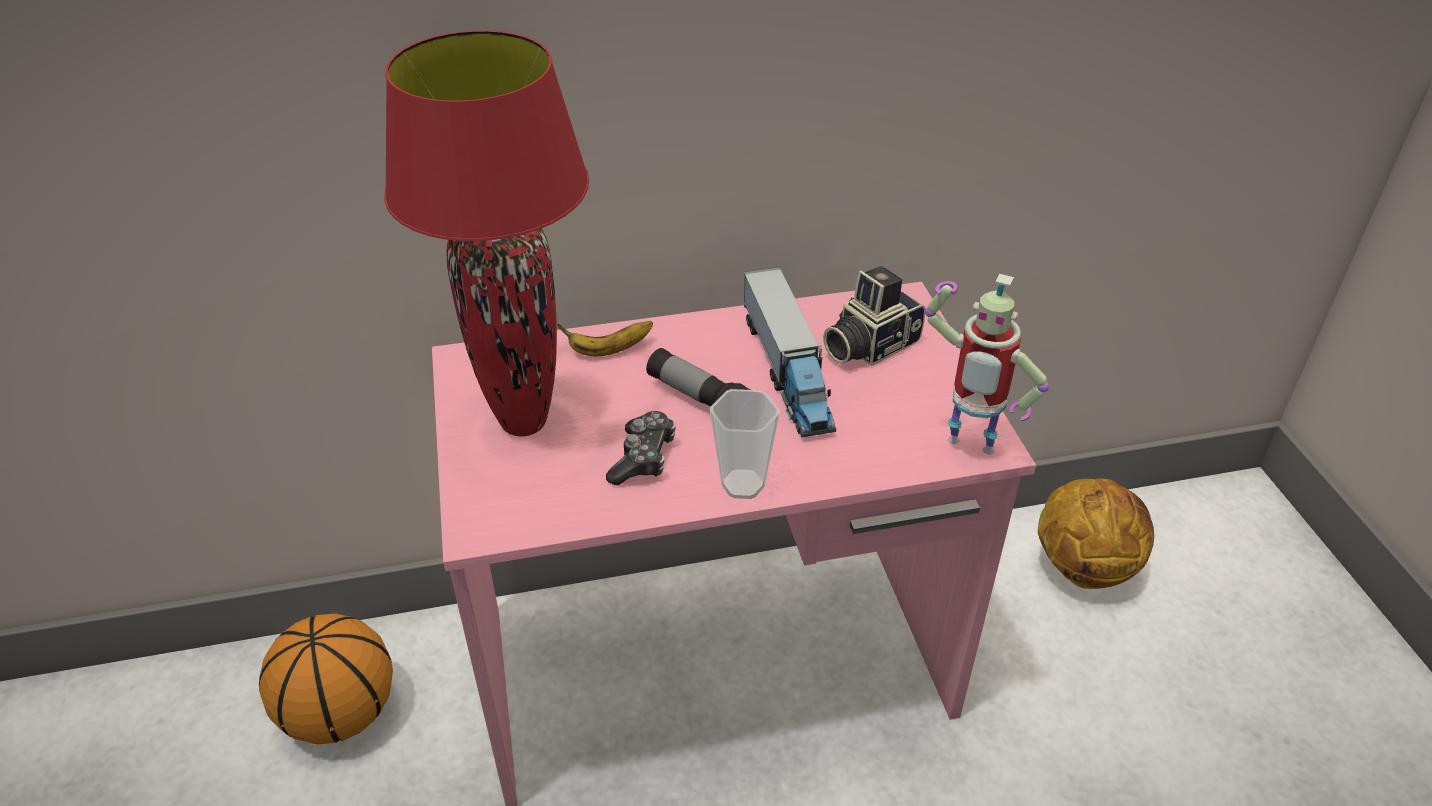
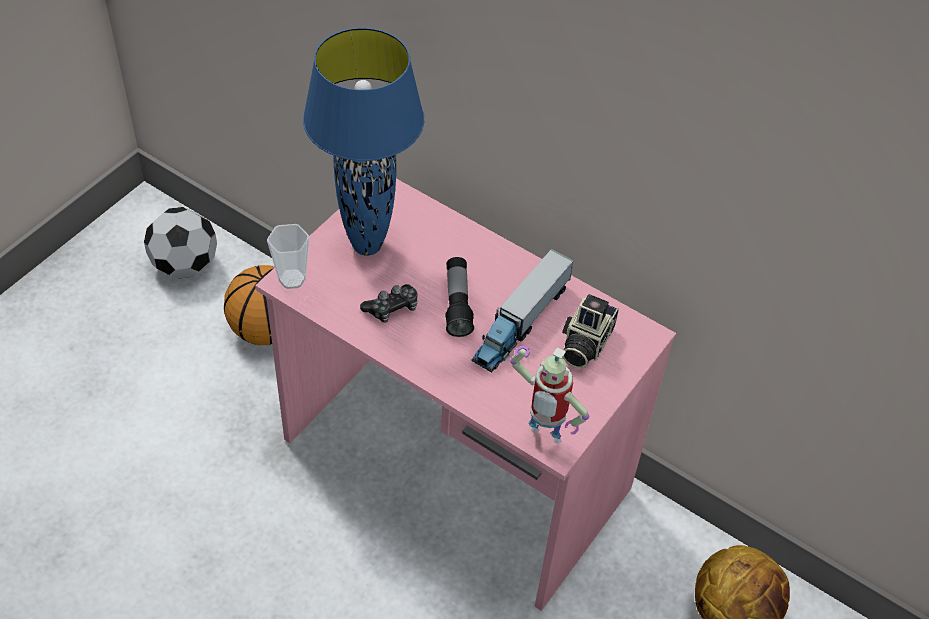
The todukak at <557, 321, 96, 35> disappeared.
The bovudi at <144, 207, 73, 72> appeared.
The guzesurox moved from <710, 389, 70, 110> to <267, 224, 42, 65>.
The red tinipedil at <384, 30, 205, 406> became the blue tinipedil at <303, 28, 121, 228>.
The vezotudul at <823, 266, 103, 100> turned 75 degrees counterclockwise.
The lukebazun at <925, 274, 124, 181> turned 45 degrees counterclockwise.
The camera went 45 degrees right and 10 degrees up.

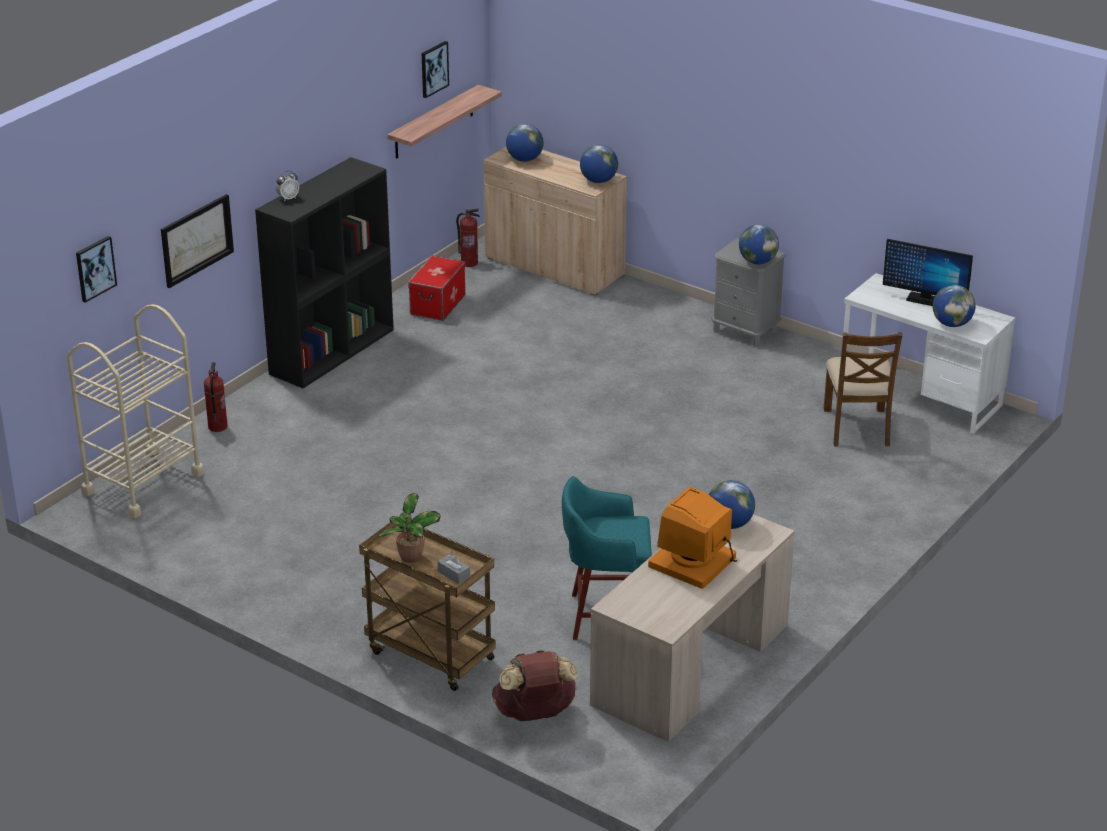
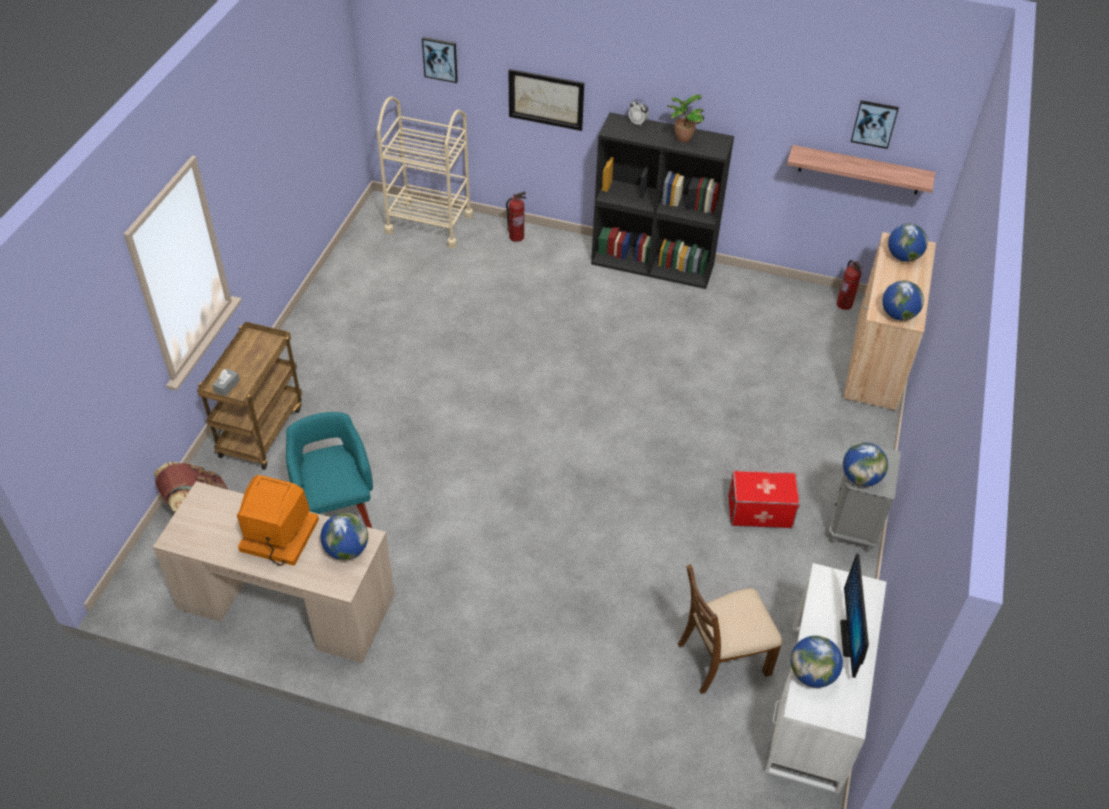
The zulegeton moved from <378, 493, 63, 70> to <667, 95, 37, 48>.
The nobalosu moved from <408, 256, 57, 65> to <728, 470, 72, 58>.
The camera went 70 degrees right and 15 degrees up.

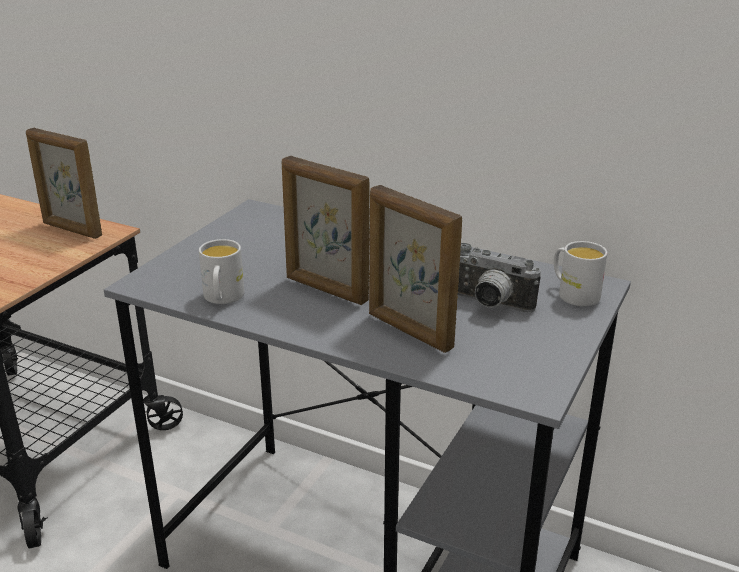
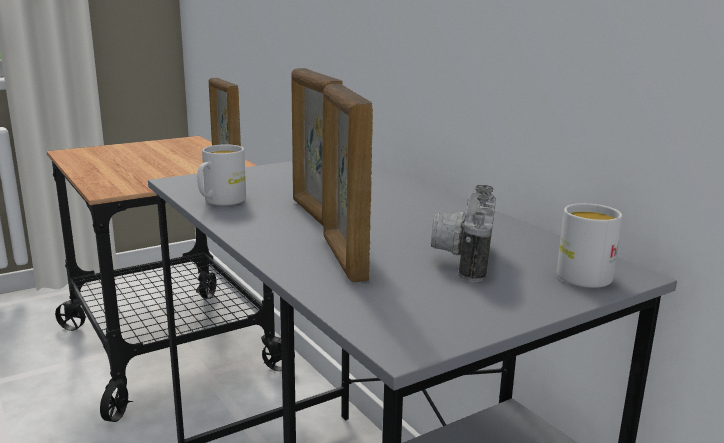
The vezotudul at <458, 243, 83, 69> turned 45 degrees clockwise.
The camera went 30 degrees right and 10 degrees down.

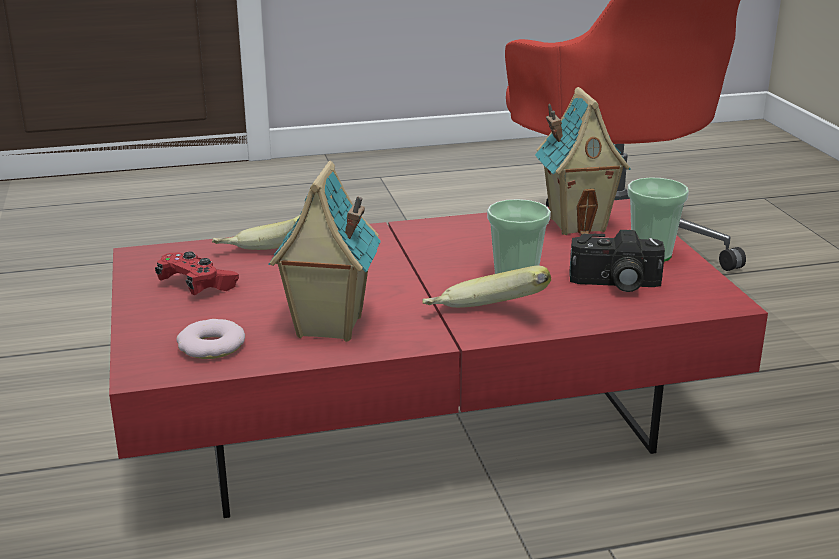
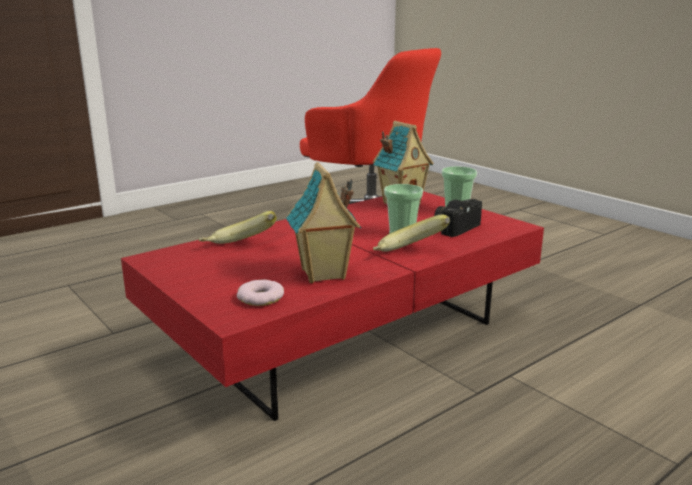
The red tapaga at <155, 252, 84, 43> disappeared.
The vezotudul at <569, 230, 96, 62> turned 150 degrees clockwise.
The camera went 25 degrees left and 5 degrees down.

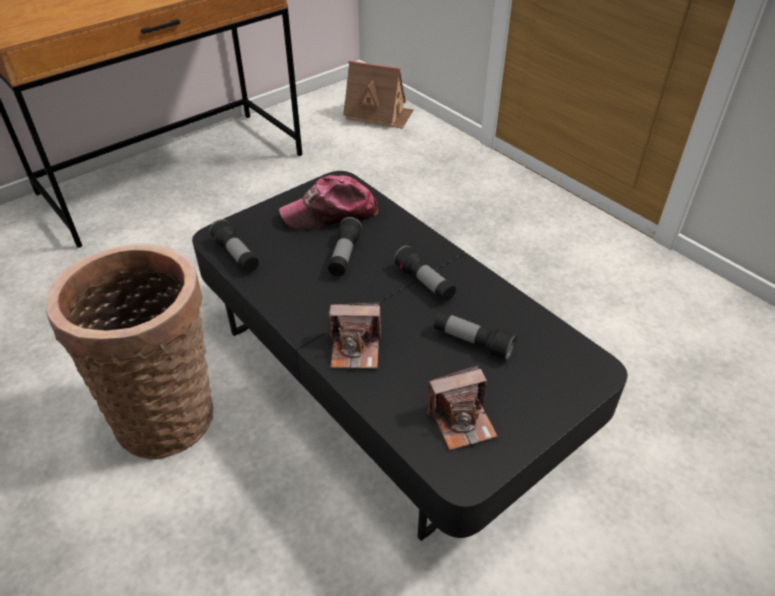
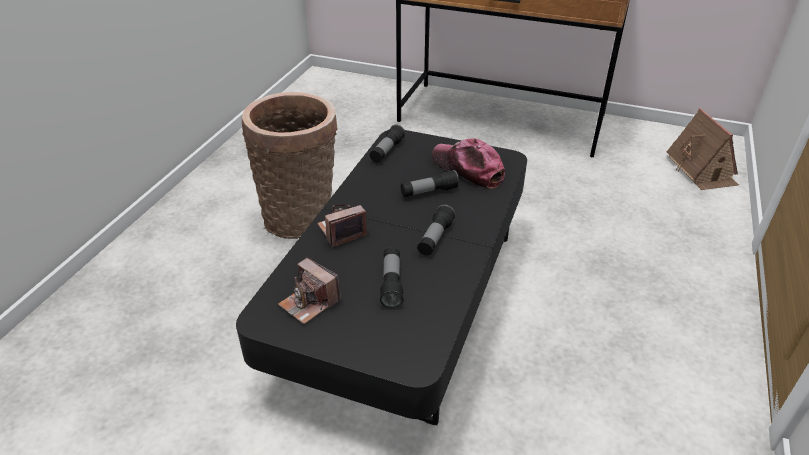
The vezotudul at <328, 303, 53, 66> turned 90 degrees clockwise.
The camera went 60 degrees right and 5 degrees down.

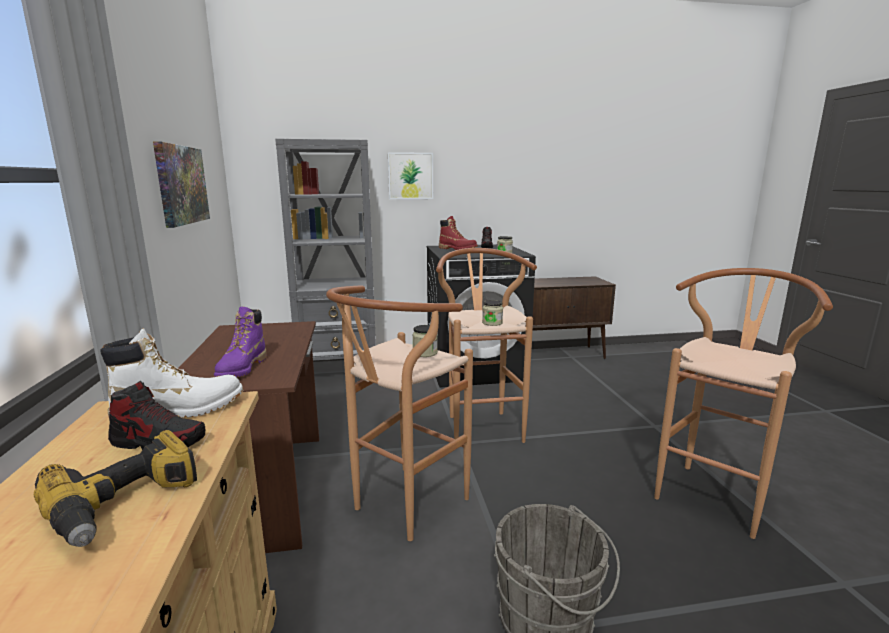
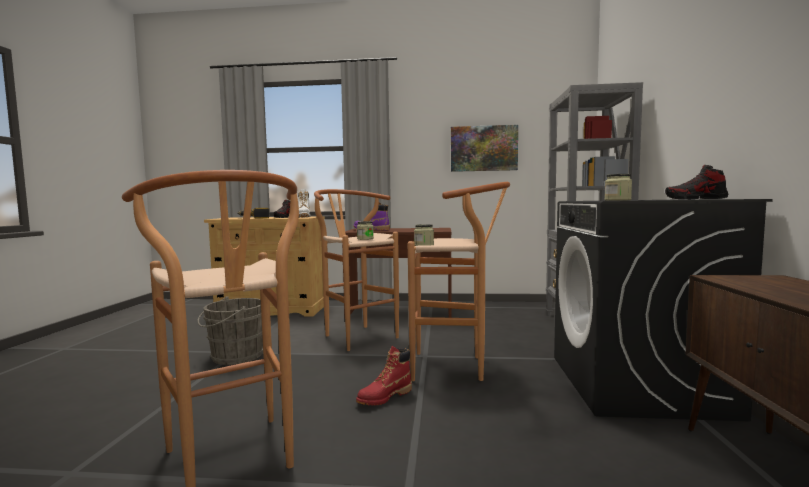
The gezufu at <388, 152, 45, 47> disappeared.
The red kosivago moved from <439, 216, 39, 34> to <356, 346, 56, 60>.
The camera went 105 degrees right and 10 degrees down.

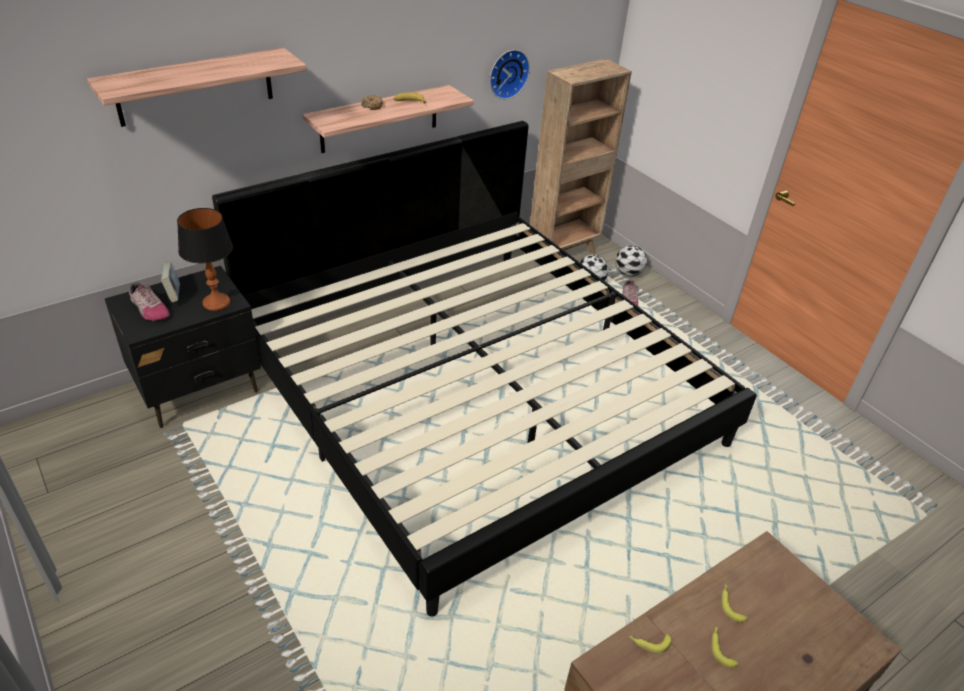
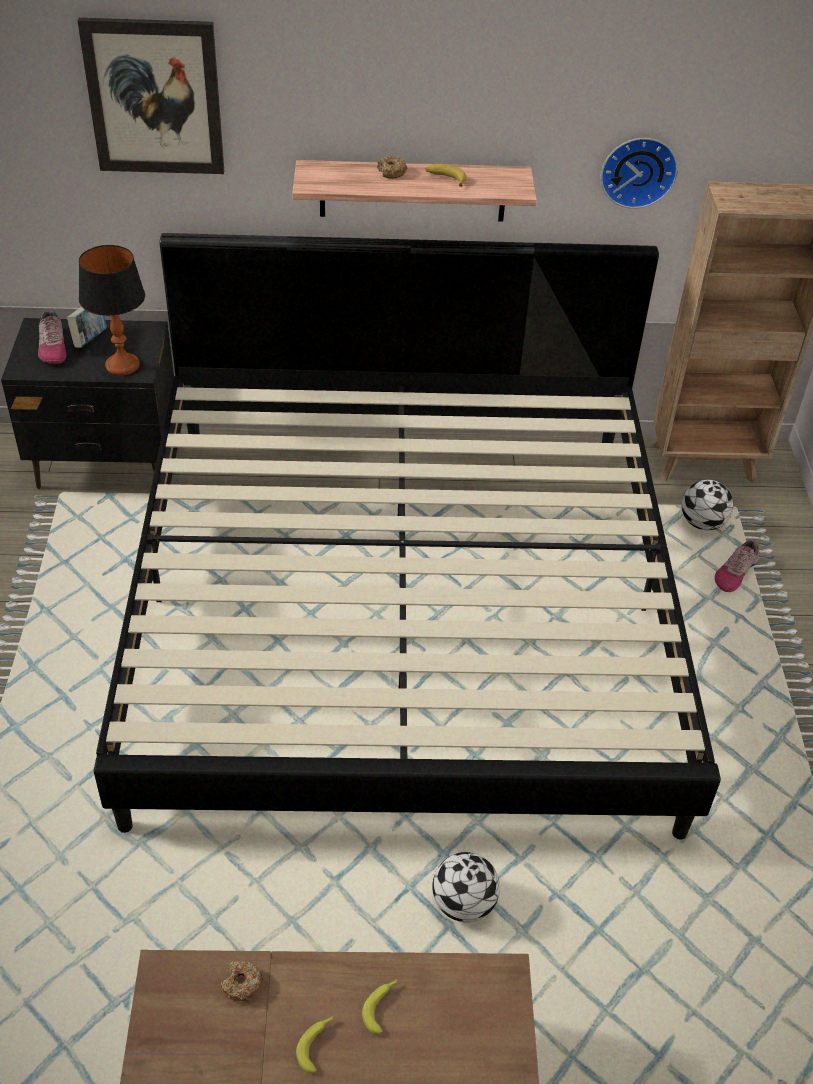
The bovudi moved from <616, 245, 31, 31> to <432, 852, 68, 70>.
The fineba at <87, 48, 219, 79> was replaced by the gezufu at <77, 18, 147, 156>.
The todukak at <629, 634, 42, 19> was replaced by the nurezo at <220, 960, 44, 42>.
The camera went 35 degrees right and 5 degrees up.

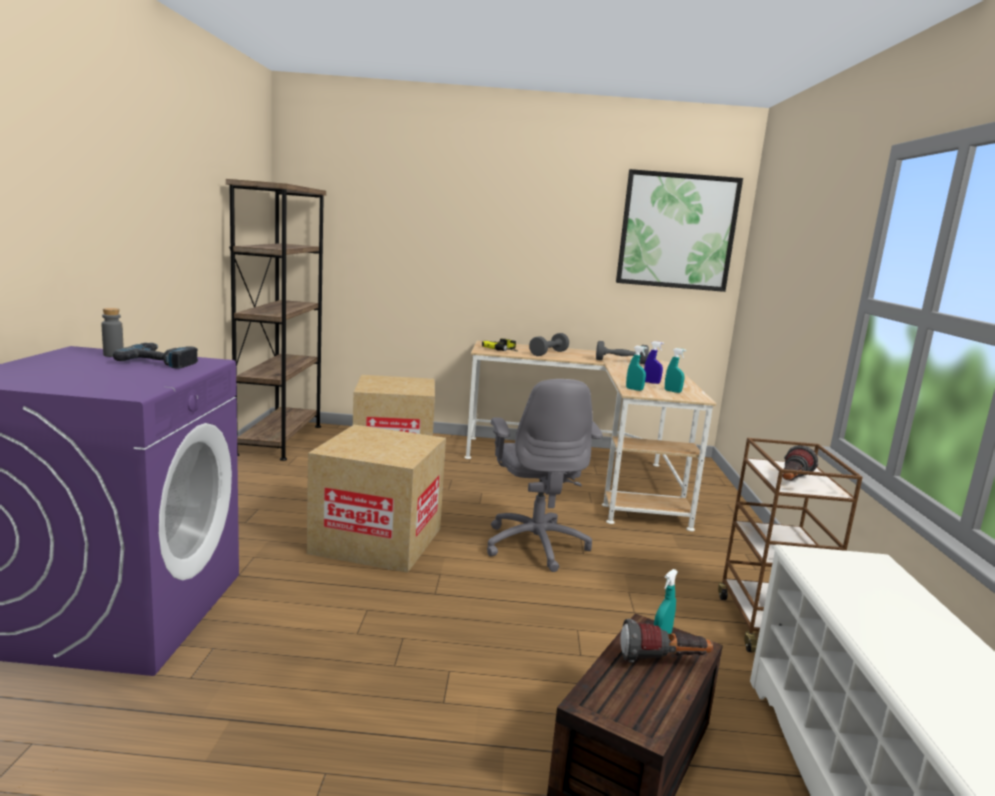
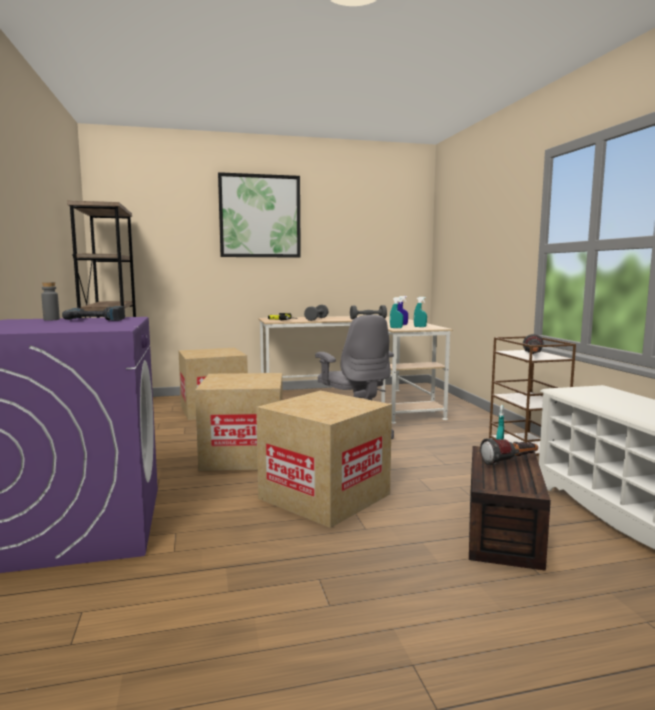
The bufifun at <256, 391, 136, 137> appeared.
The gezufu moved from <616, 169, 127, 123> to <218, 172, 83, 86>.
The camera went 15 degrees left and 5 degrees down.

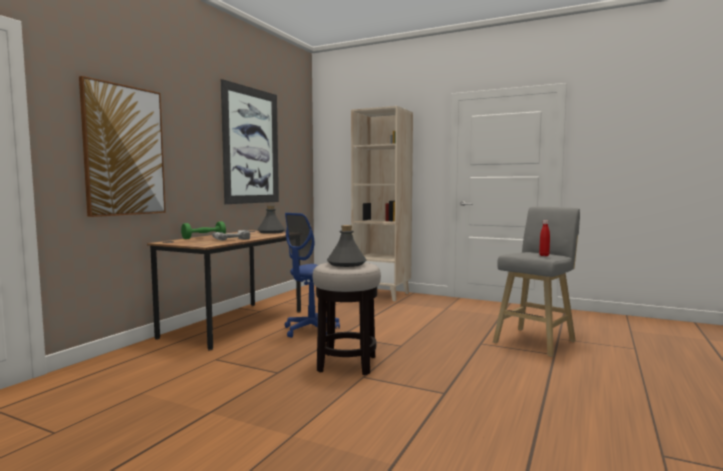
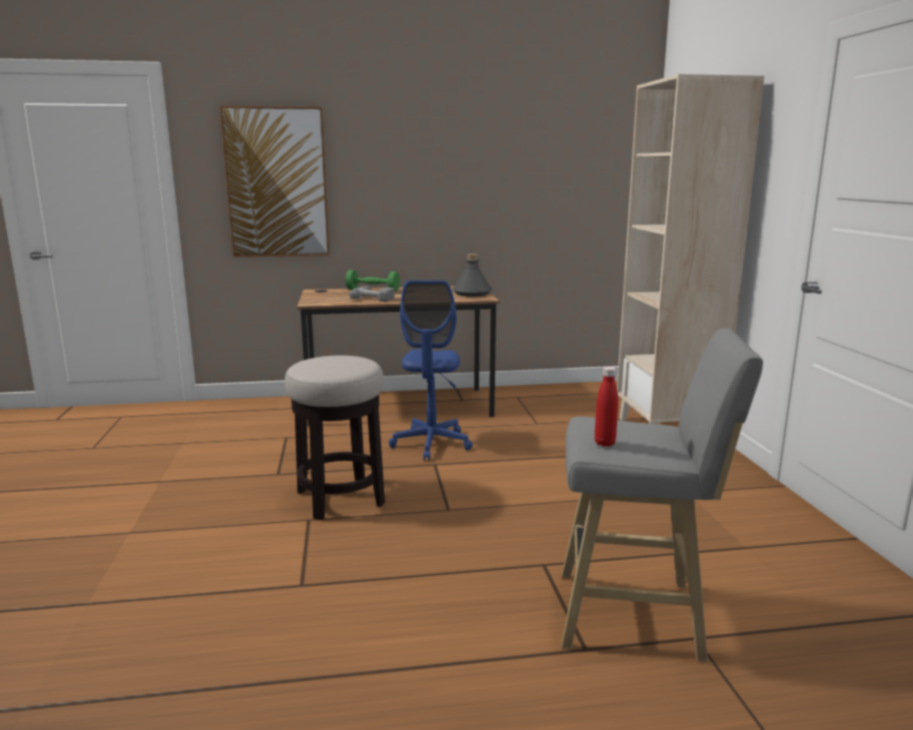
The gezufu at <221, 79, 58, 125> disappeared.
The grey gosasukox at <327, 225, 39, 42> disappeared.
The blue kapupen at <285, 213, 55, 125> turned 90 degrees counterclockwise.
The camera went 55 degrees right and 10 degrees up.

